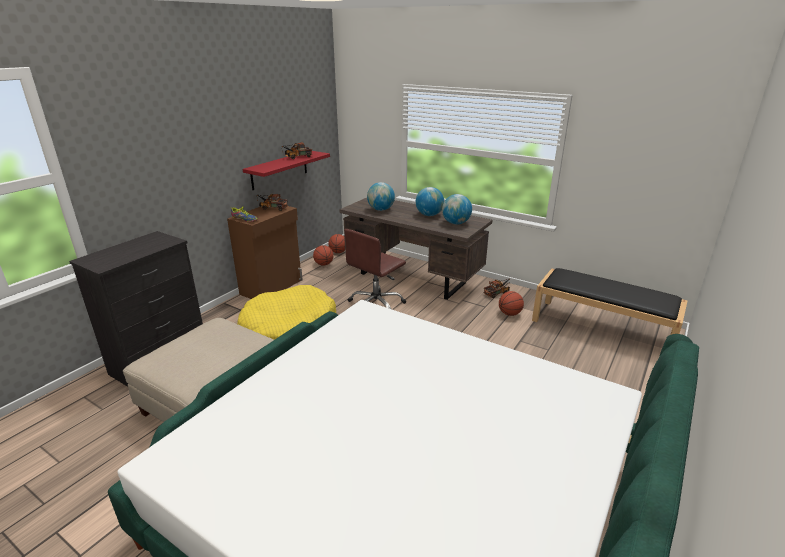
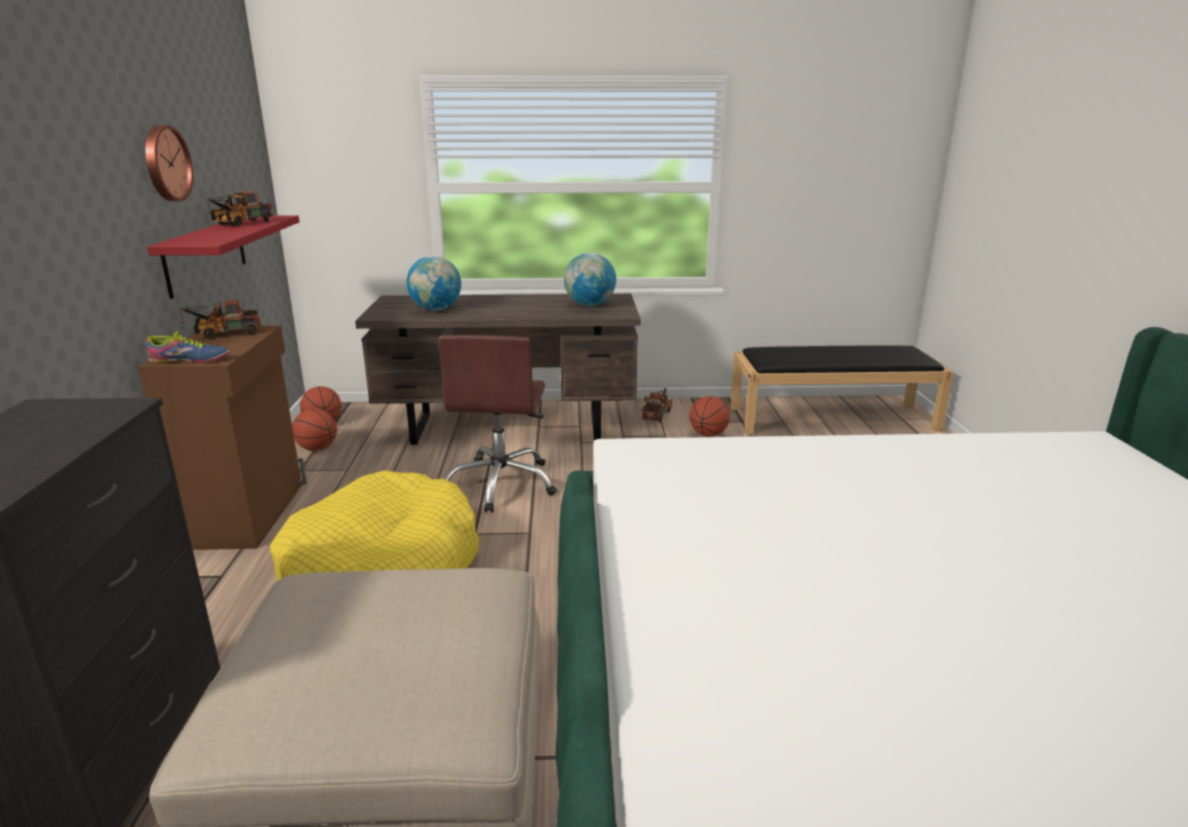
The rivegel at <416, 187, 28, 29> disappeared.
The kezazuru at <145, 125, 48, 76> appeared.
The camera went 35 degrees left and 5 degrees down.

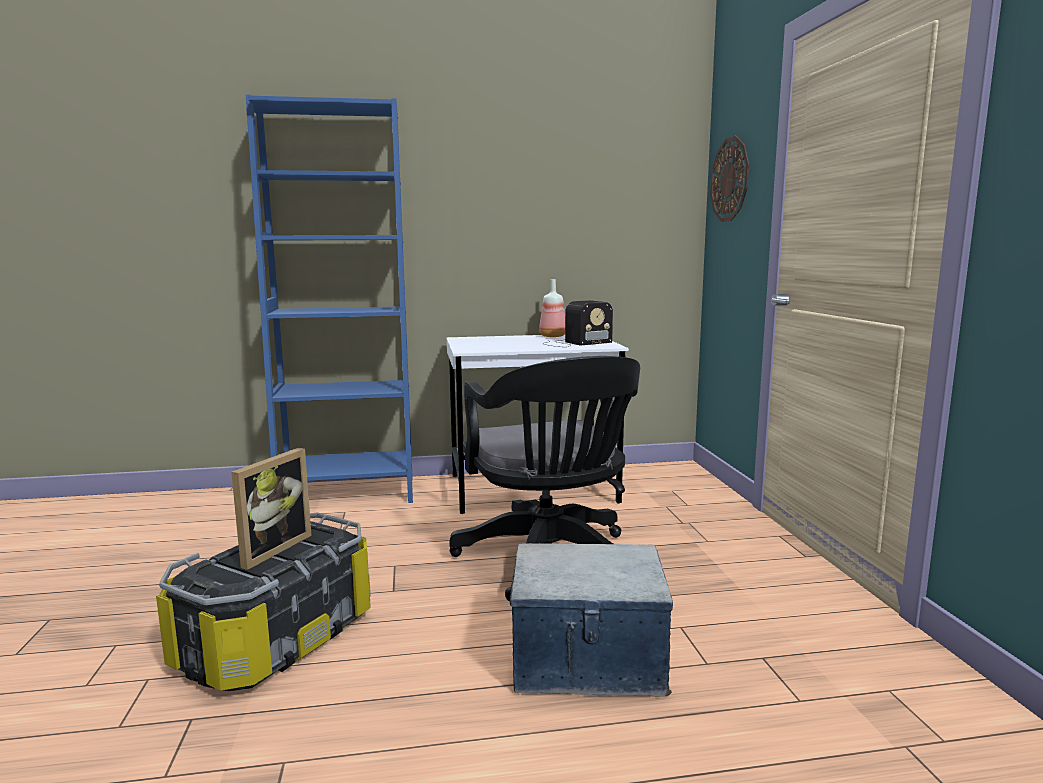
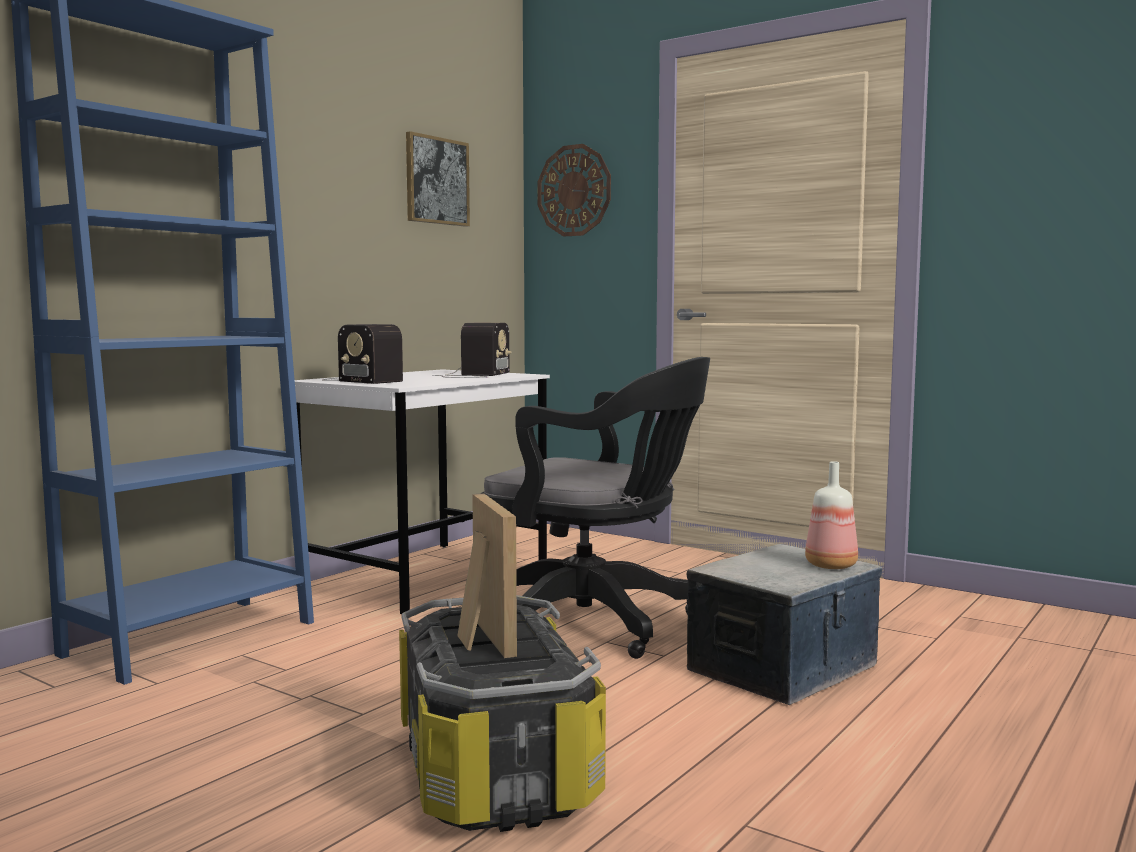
The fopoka at <322, 324, 81, 60> appeared.
The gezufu at <406, 131, 64, 96> appeared.
The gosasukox moved from <539, 279, 26, 58> to <805, 461, 53, 108>.
The camera went 45 degrees left and 5 degrees down.

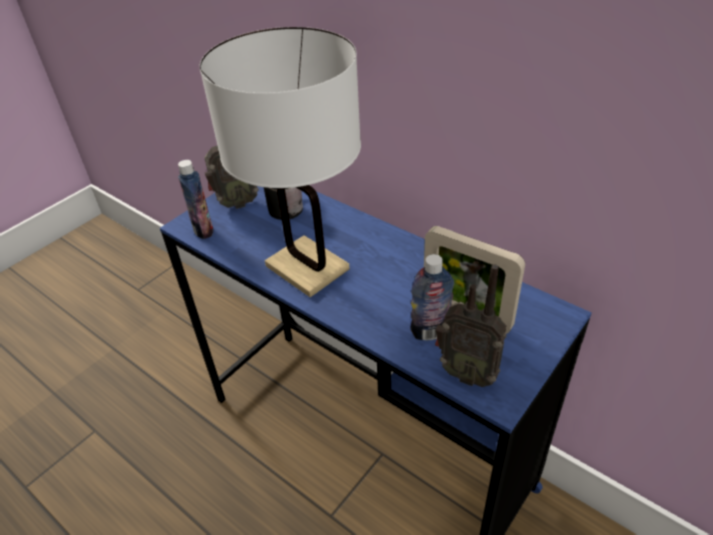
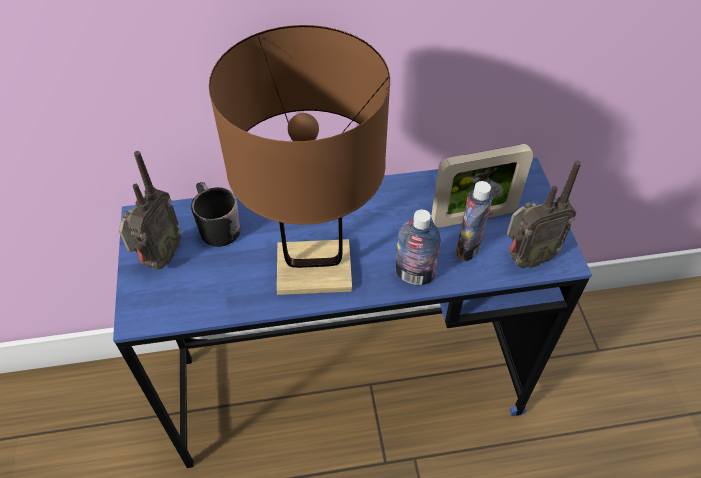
The gosasukox moved from <178, 160, 35, 79> to <395, 209, 46, 76>.
The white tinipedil at <200, 27, 161, 270> became the brown tinipedil at <209, 25, 181, 270>.
The camera went 50 degrees left and 10 degrees up.

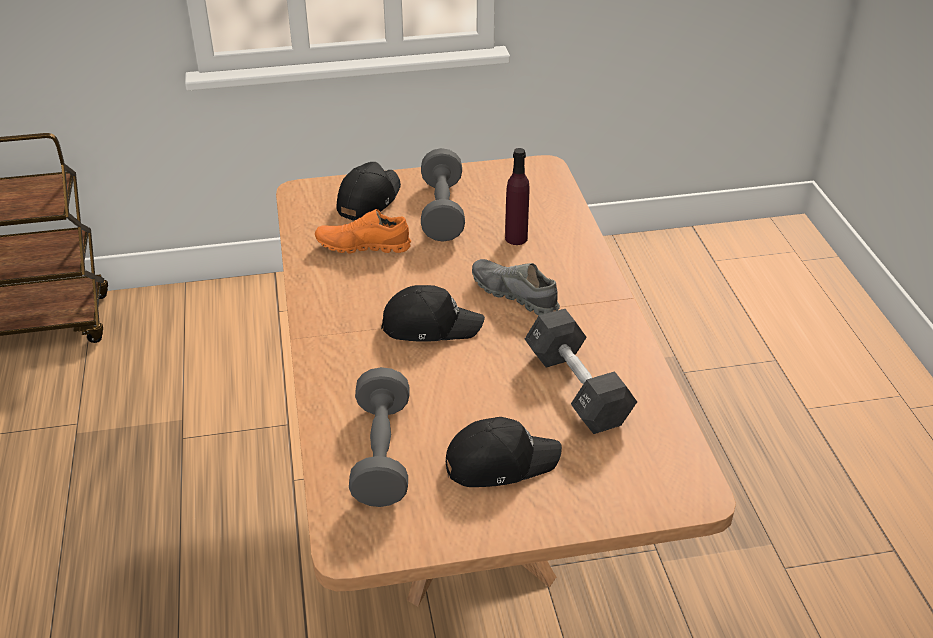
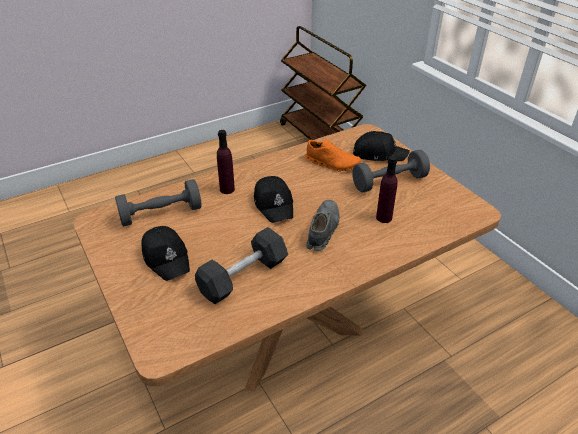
The purple gosasukox at <217, 130, 18, 64> appeared.
The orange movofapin at <315, 209, 96, 45> turned 135 degrees clockwise.
The camera went 70 degrees right and 0 degrees up.

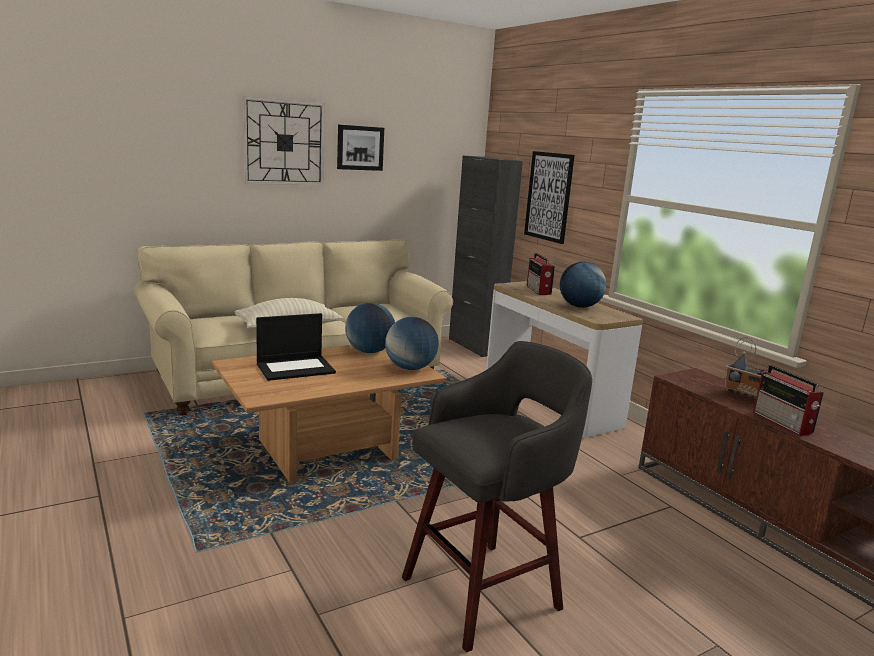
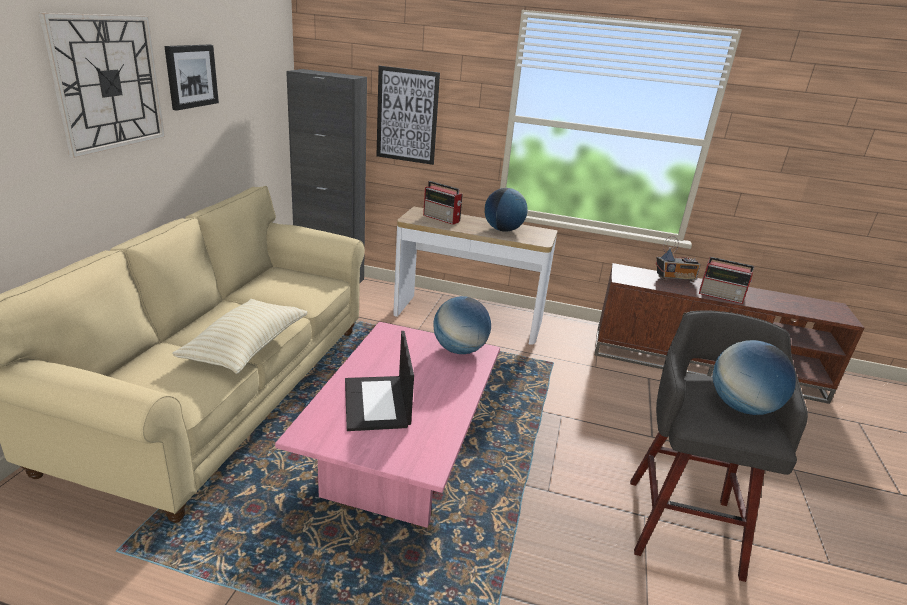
The rivegel moved from <345, 303, 50, 50> to <713, 340, 83, 75>.
The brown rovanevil at <212, 345, 235, 137> became the pink rovanevil at <275, 322, 225, 206>.
The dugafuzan at <256, 313, 80, 68> turned 150 degrees clockwise.
The camera went 45 degrees left and 10 degrees up.

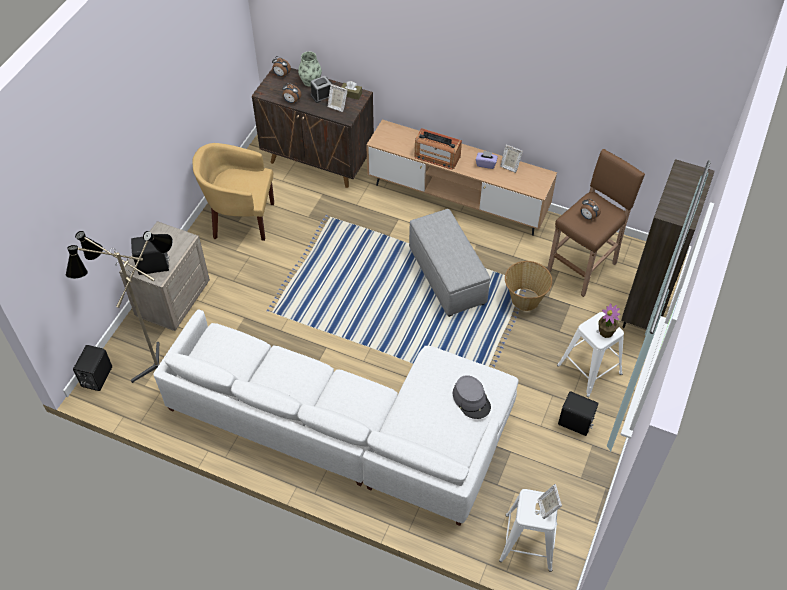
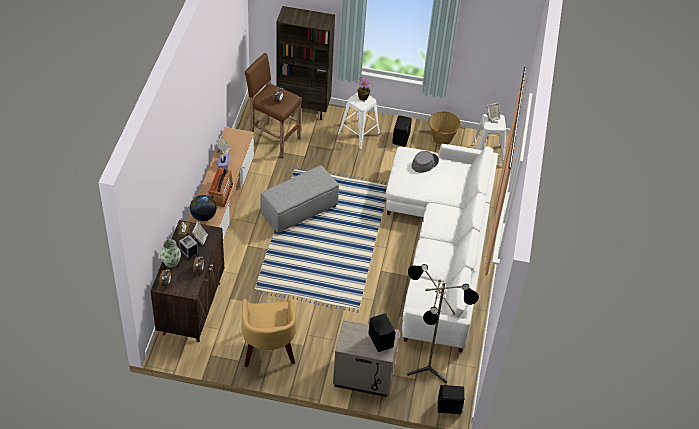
The rivegel at <190, 195, 26, 26> appeared.
The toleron moved from <505, 261, 47, 50> to <429, 111, 32, 34>.
The camera went 105 degrees left and 5 degrees down.

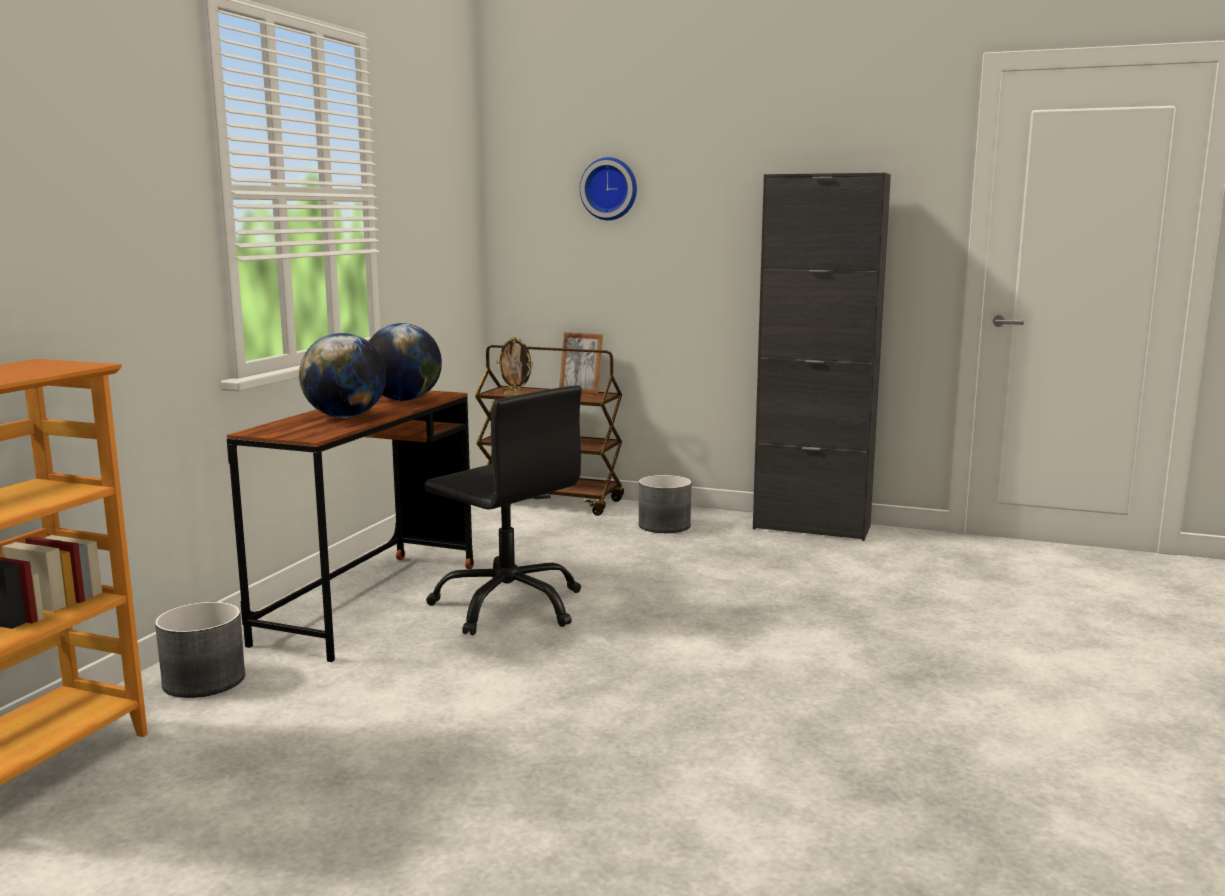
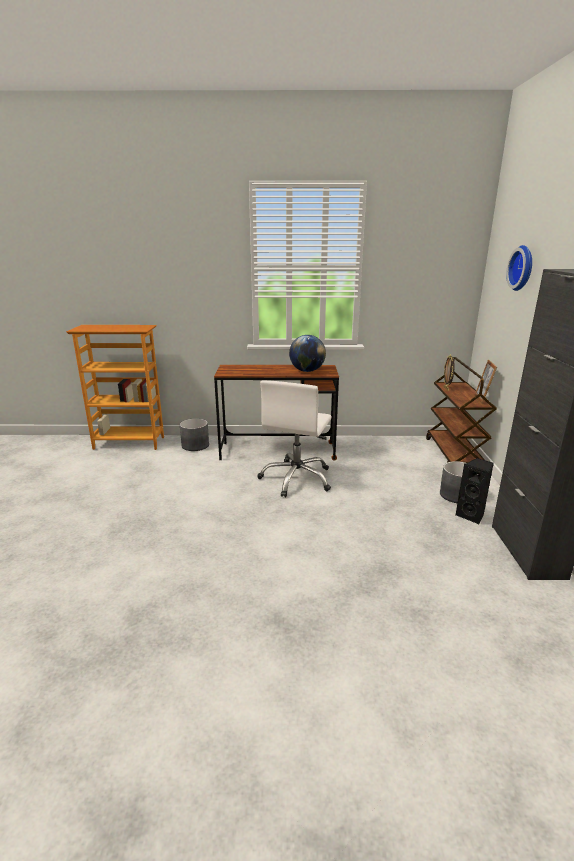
The rivegel at <299, 333, 87, 85> disappeared.
The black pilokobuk at <455, 458, 39, 66> appeared.
The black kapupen at <424, 386, 158, 249> became the white kapupen at <257, 380, 75, 117>.
The camera went 70 degrees right and 10 degrees up.

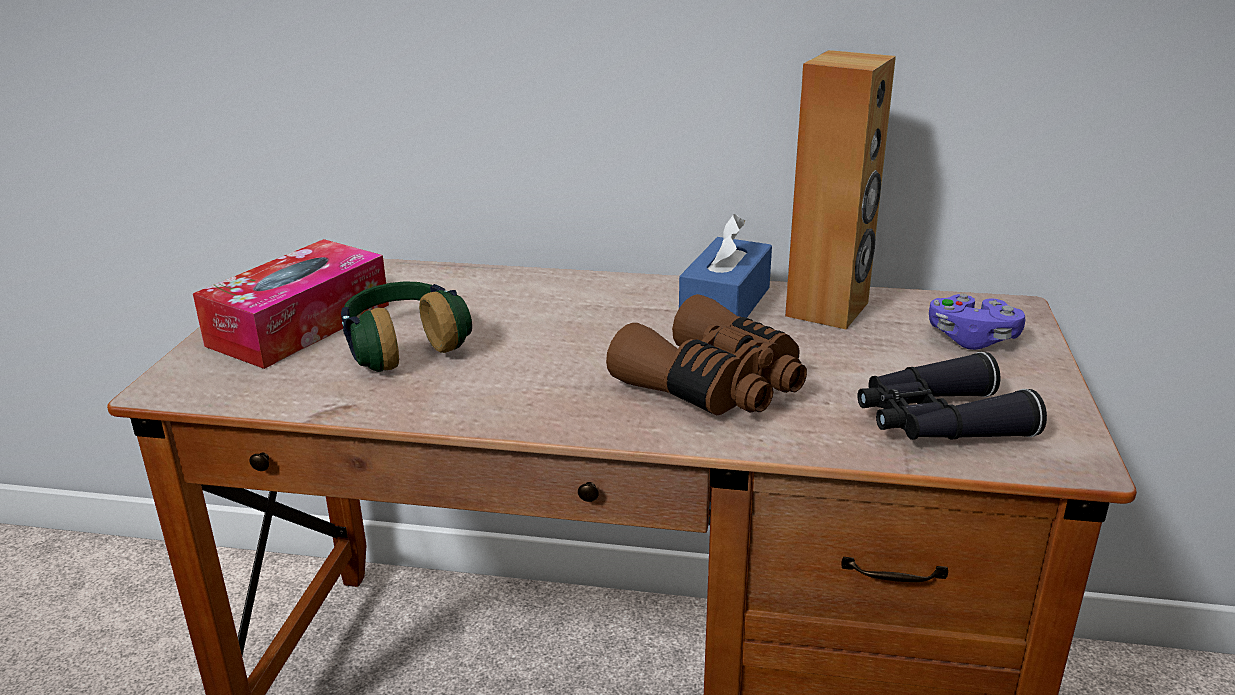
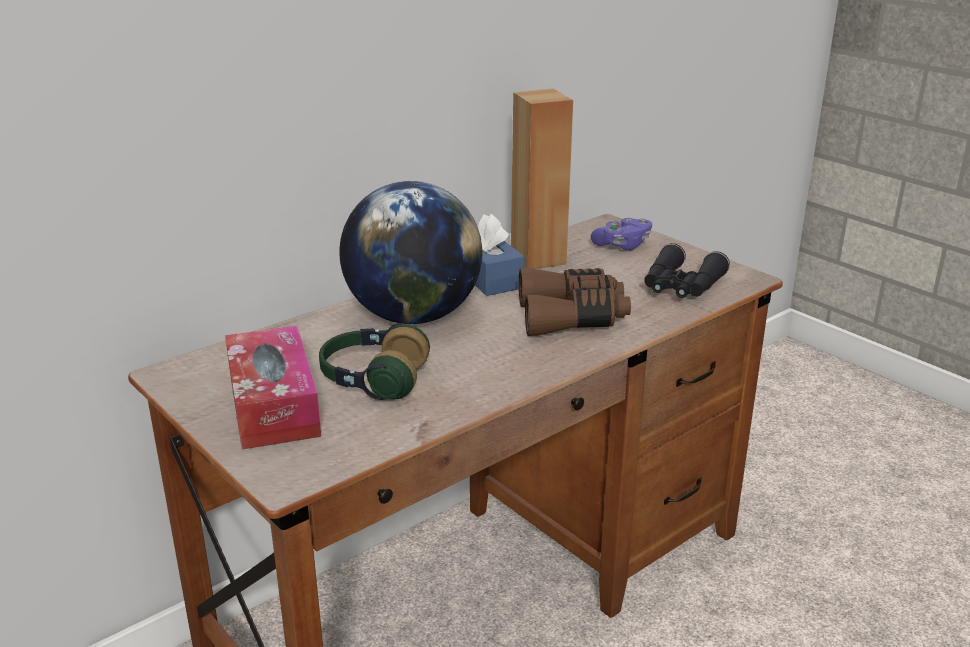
The rivegel at <340, 181, 143, 143> appeared.
The camera went 50 degrees left and 0 degrees up.

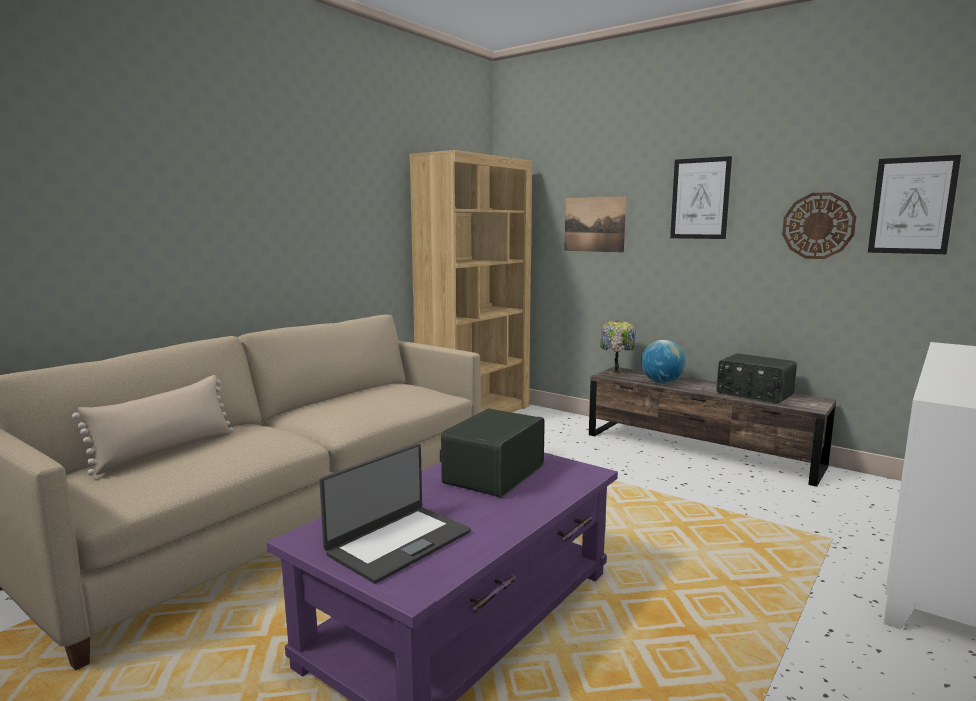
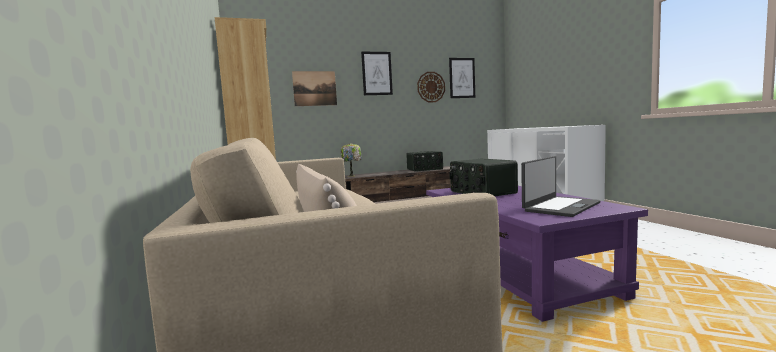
The rivegel at <641, 340, 45, 43> disappeared.
The dugafuzan at <319, 443, 152, 141> turned 60 degrees clockwise.
The camera went 55 degrees left and 5 degrees down.

